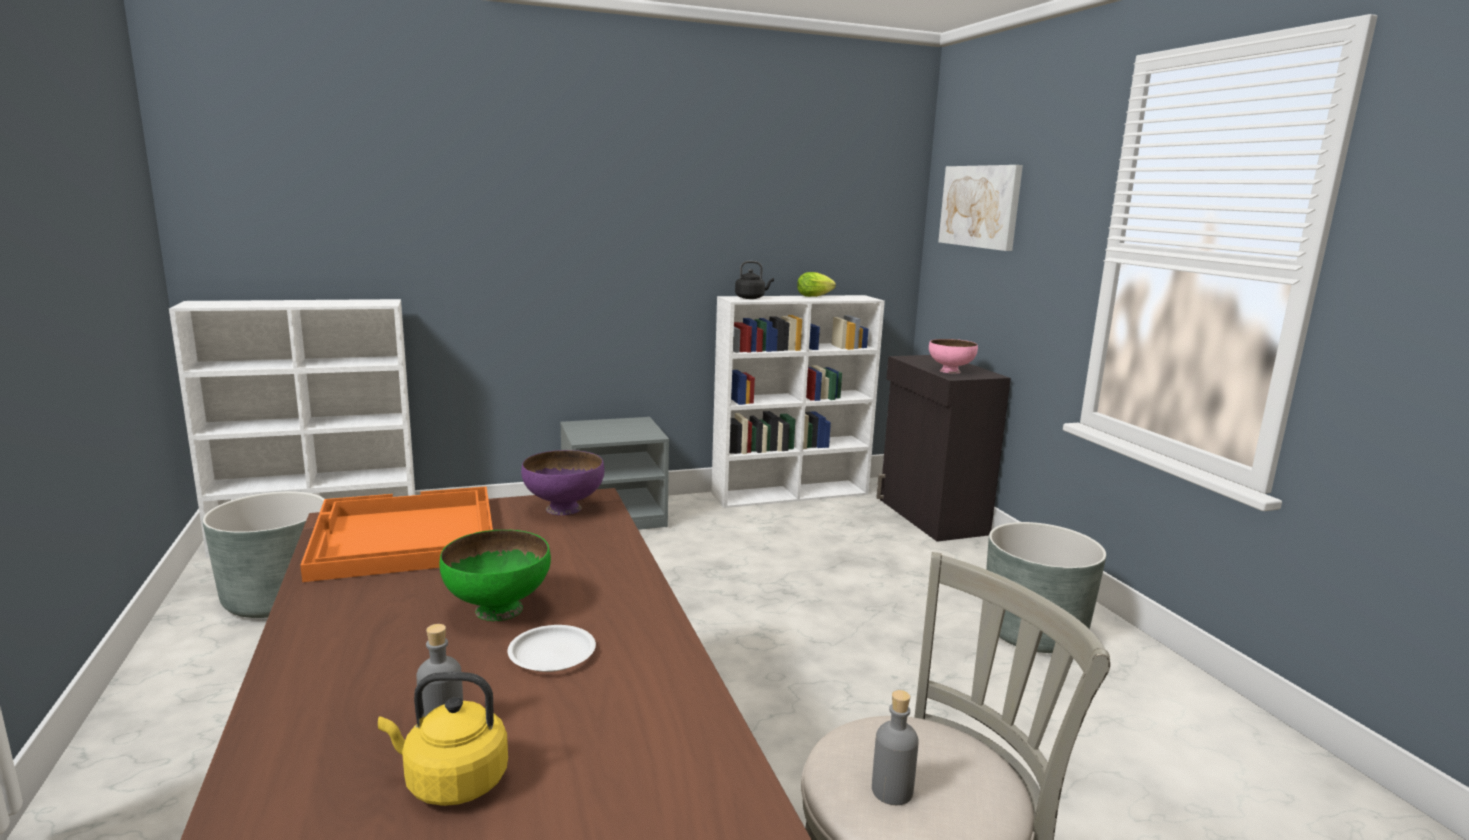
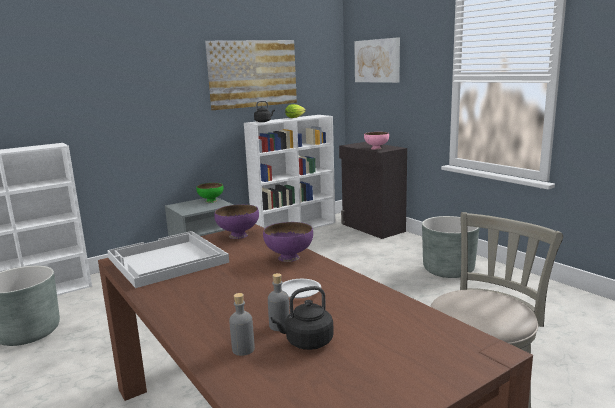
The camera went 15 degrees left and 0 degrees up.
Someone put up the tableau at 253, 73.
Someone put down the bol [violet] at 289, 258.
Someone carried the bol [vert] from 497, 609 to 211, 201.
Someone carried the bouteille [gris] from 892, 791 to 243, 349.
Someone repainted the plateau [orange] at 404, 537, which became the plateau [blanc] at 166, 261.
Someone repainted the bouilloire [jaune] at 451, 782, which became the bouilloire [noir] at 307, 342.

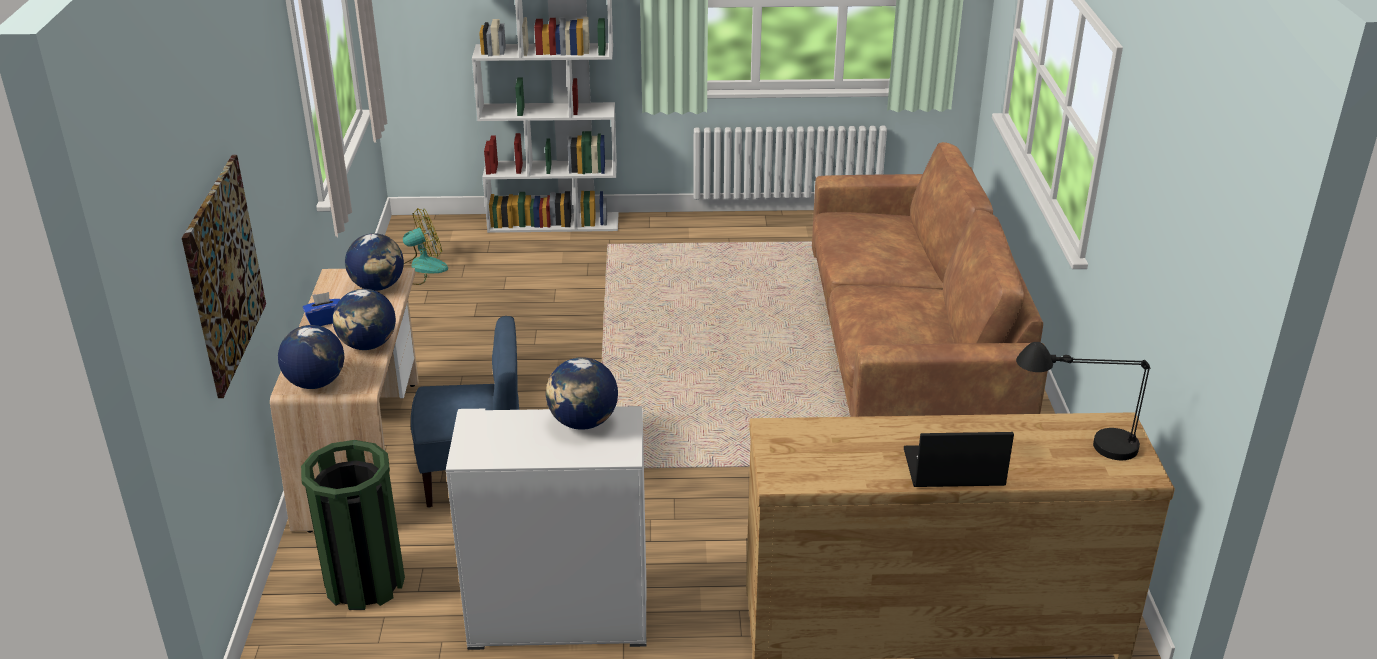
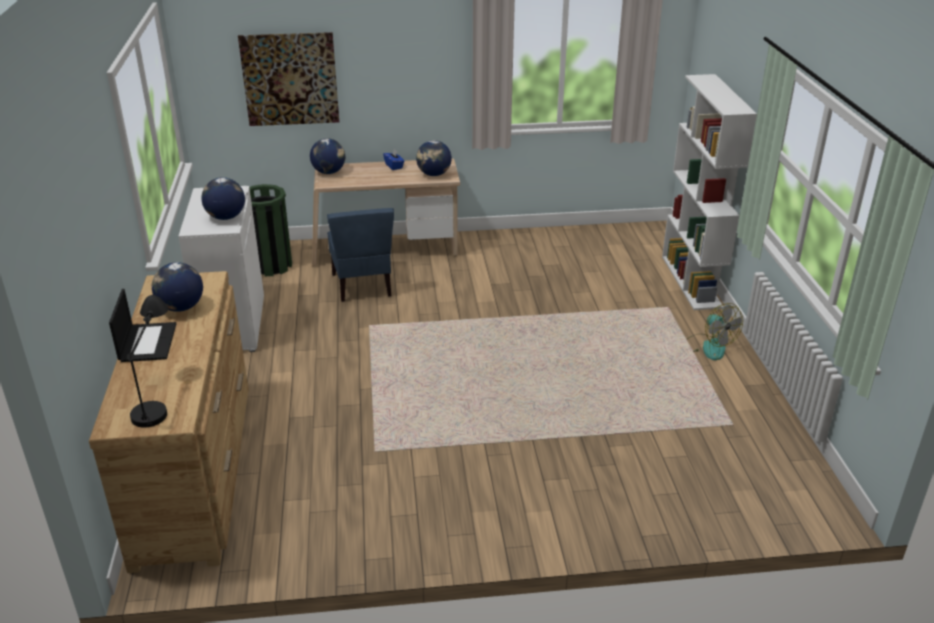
The camera went 85 degrees right and 0 degrees up.
Someone took away the canapé [marron] at 908, 338.
Someone carried the globe from 368, 345 to 181, 307.
Someone carried the ventilateur from 420, 269 to 708, 346.

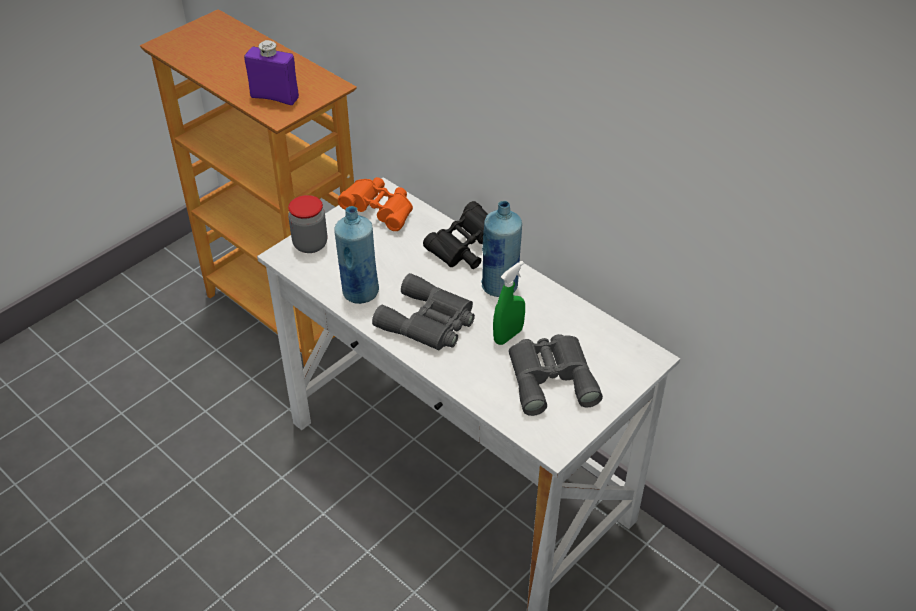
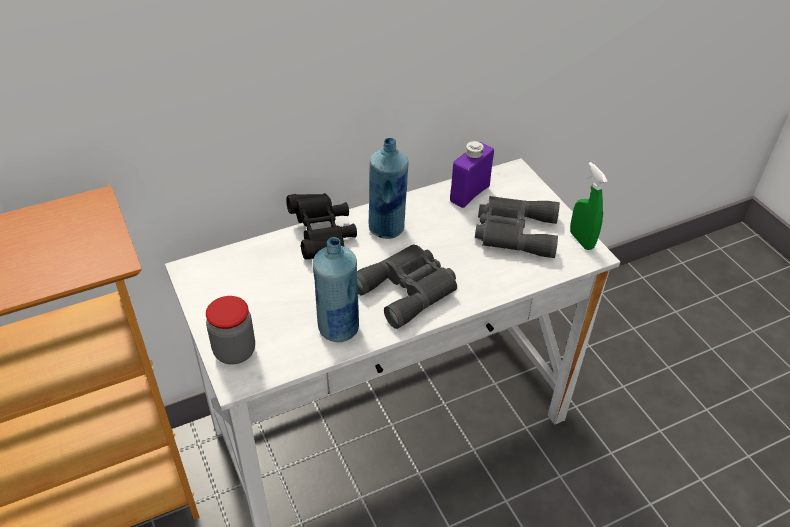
The camera went 70 degrees left and 0 degrees up.
Someone took away the jumelles [orange] at 380, 212.
Someone carried the bouteille [violet] from 274, 97 to 469, 193.
Someone carried the vaporisateur [vert] from 508, 335 to 581, 240.

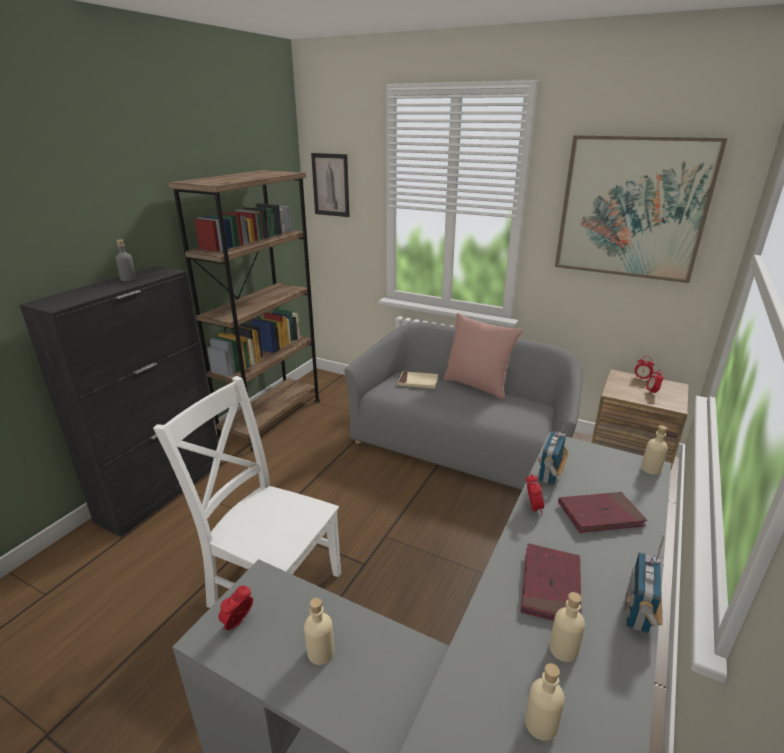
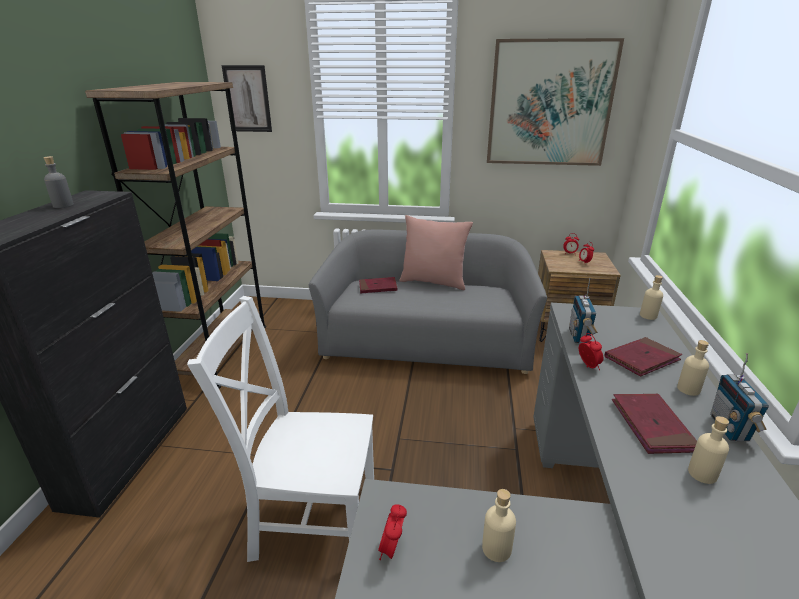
The camera went 20 degrees left and 0 degrees up.
Someone carried the bouteille [beige] from 541, 724 to 688, 389.
Someone repainted the livre [beige] at 418, 382, which became the livre [rouge] at 378, 287.

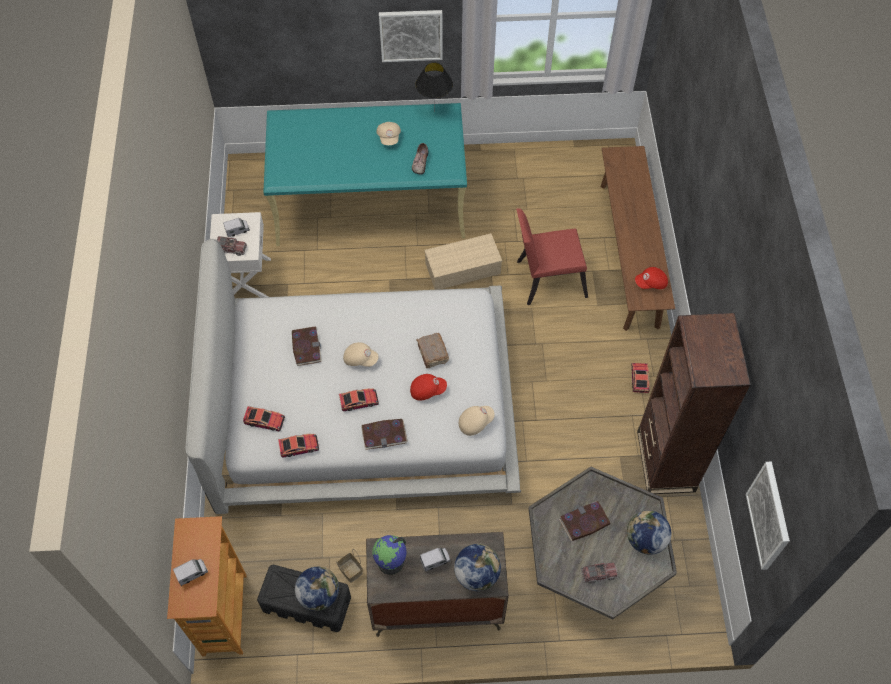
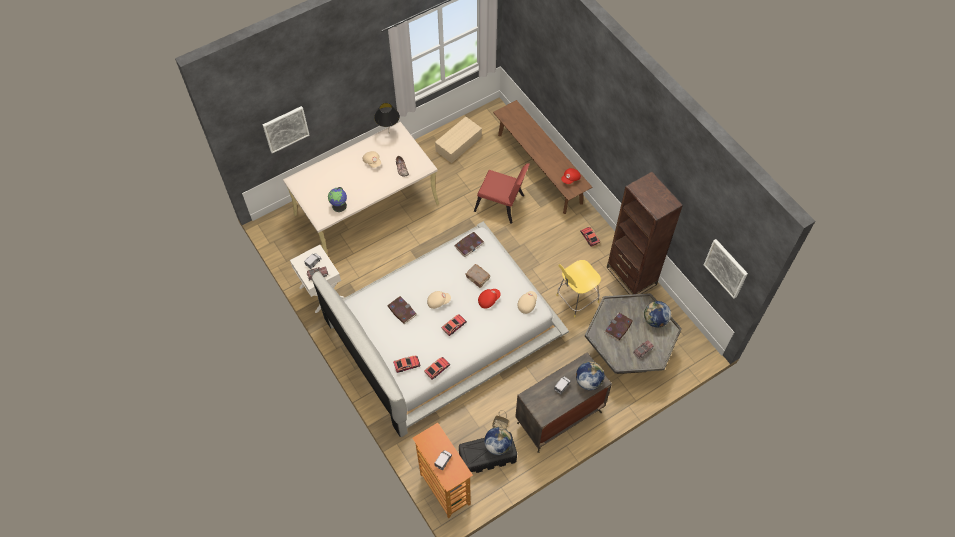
The camera went 30 degrees left and 0 degrees up.
Someone put down the tabouret [jaune] at 576, 299.
Someone carried the livre from 384, 434 to 469, 244.
Someone carried the globe from 391, 562 to 339, 206.
Someone carried the tableau from 411, 35 to 285, 129.
Someone carried the boîte de rangement [beige] from 462, 269 to 458, 145.
Someone repainted the bureau [turquoise] at 371, 202, which became the bureau [beige] at 367, 208.
Someone rotated the chaise [rouge] at 546, 278 by 120 degrees counterclockwise.

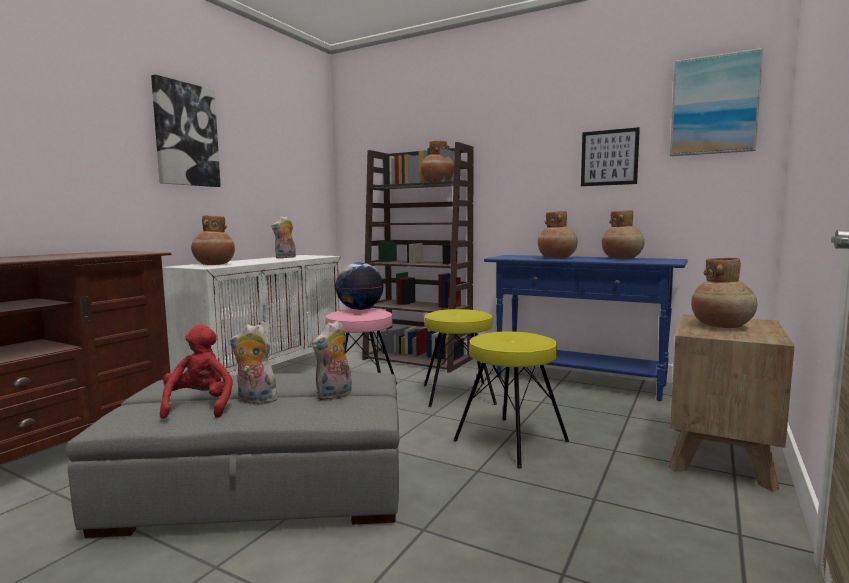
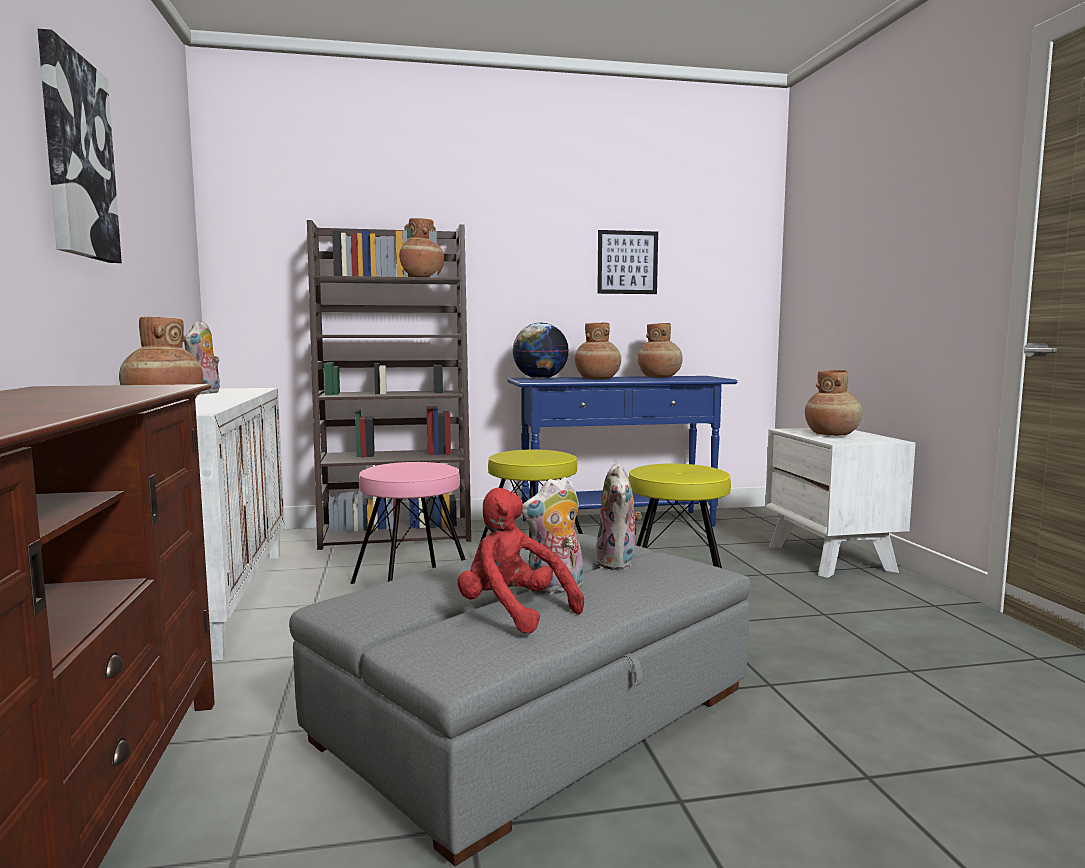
The camera went 40 degrees left and 0 degrees up.
Someone took away the tableau at 714, 105.
Someone carried the globe from 360, 309 to 540, 378.
Someone repainted the table de chevet [marron] at 721, 456, which became the table de chevet [blanc] at 831, 558.

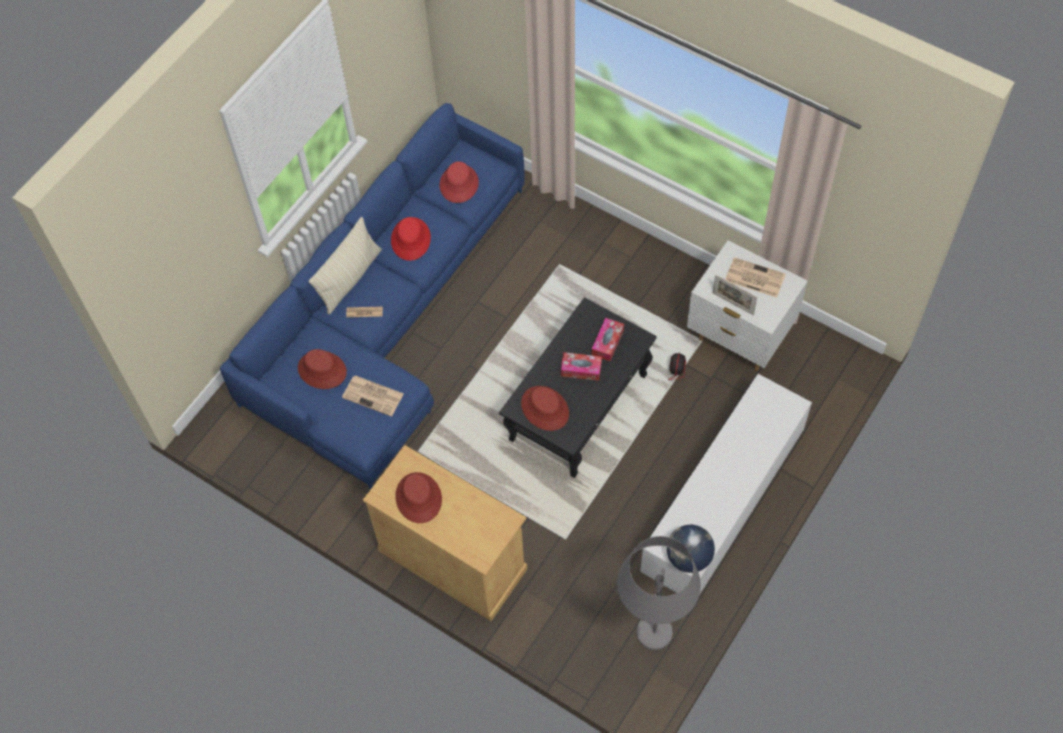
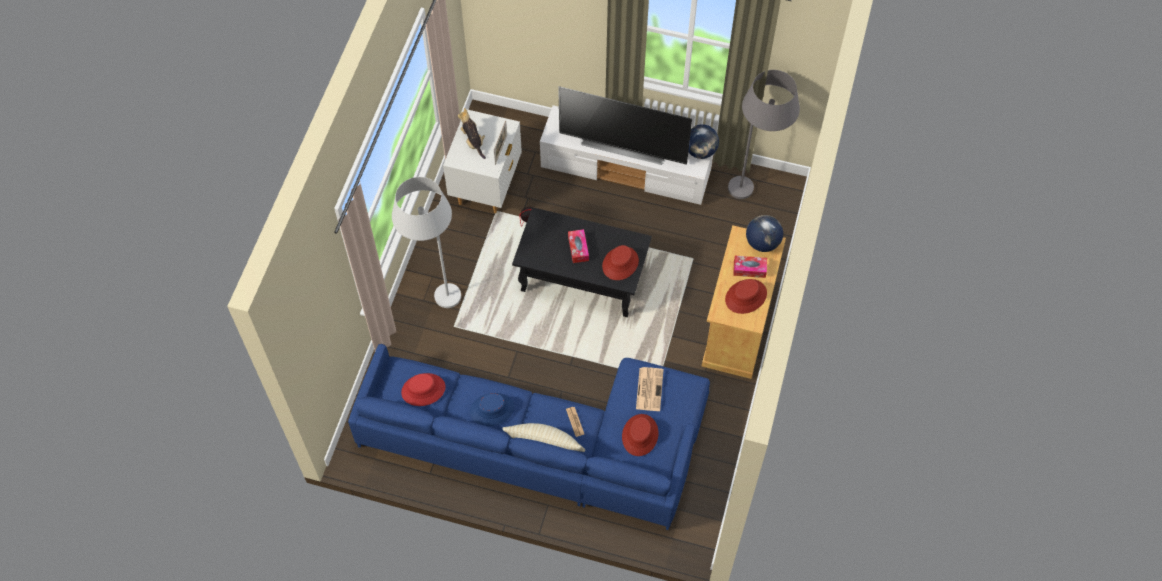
The camera went 110 degrees left and 0 degrees up.
Someone put down the lampadaire [blanc] at 435, 289.
Someone put down the téléviseur at 624, 145.
Someone put down the globe at 762, 242.
Someone carried the boîte à mouchoirs from 607, 342 to 749, 269.
Someone swapped the journal at 754, 278 for the peluche at 473, 141.
Someone repainted the chapeau [rouge] at 411, 239, which became the chapeau [bleu] at 492, 409.

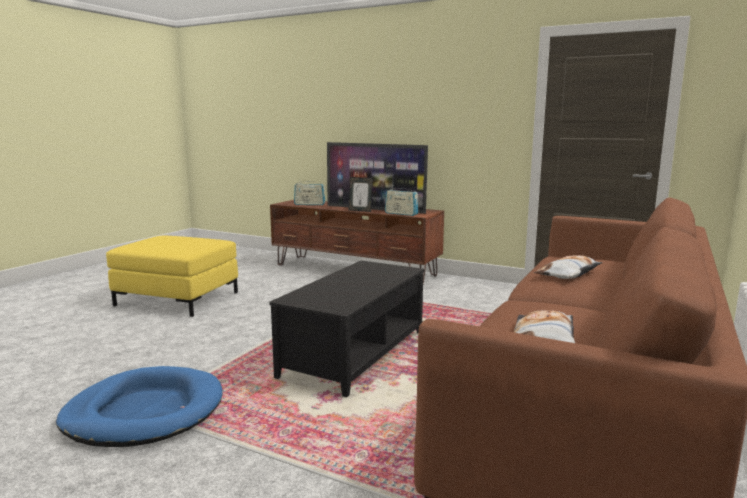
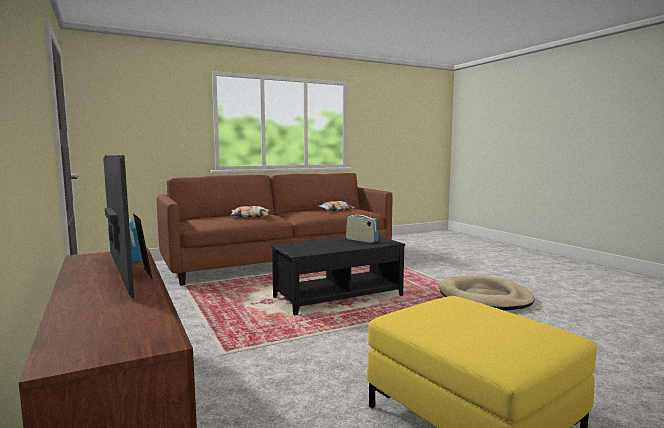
The camera went 145 degrees left and 5 degrees down.
Someone carried the radio from 309, 204 to 361, 240.
Someone repainted the panier pour chien [bleu] at 144, 412, which became the panier pour chien [beige] at 484, 297.

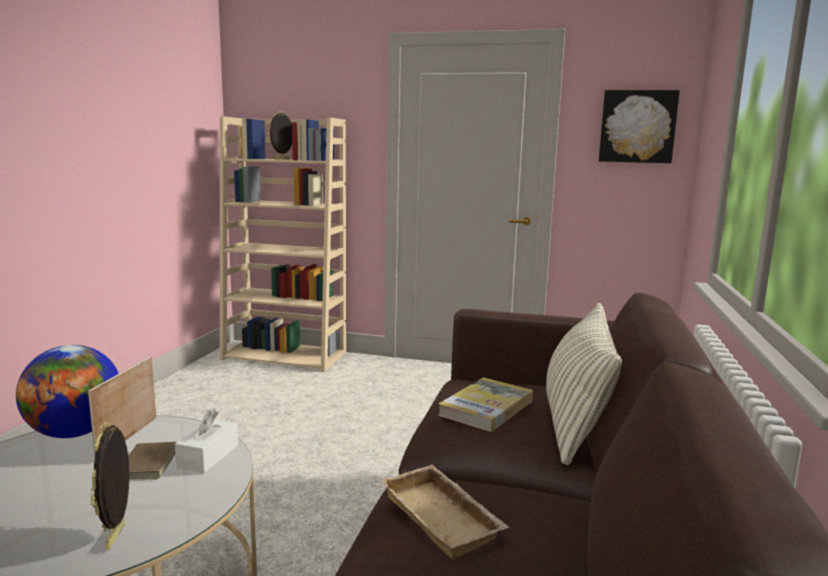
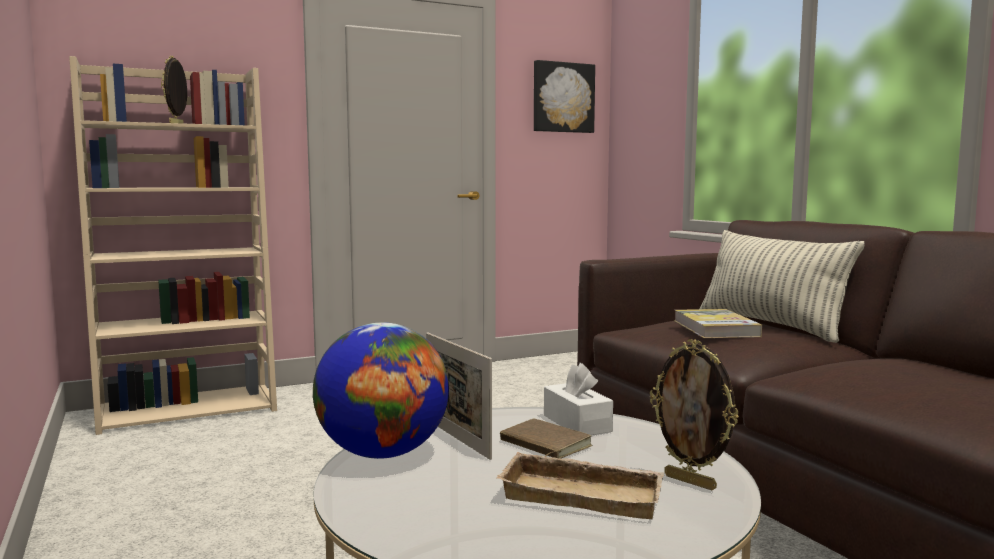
The camera went 40 degrees left and 5 degrees down.
Someone carried the plateau [beige] from 444, 517 to 584, 494.

